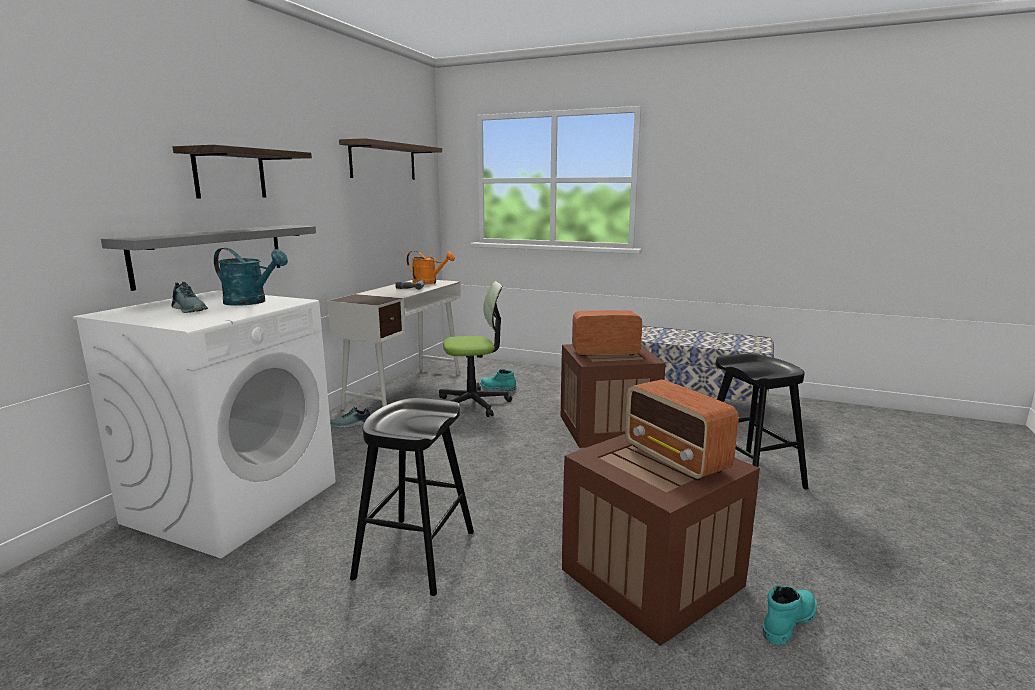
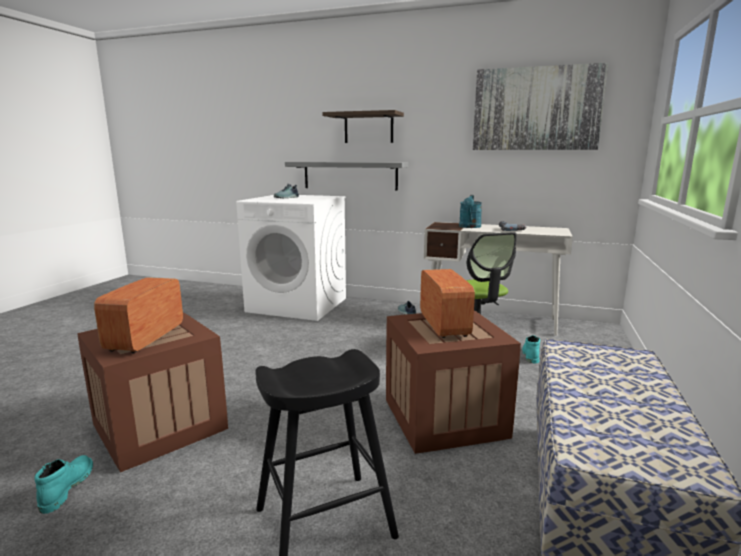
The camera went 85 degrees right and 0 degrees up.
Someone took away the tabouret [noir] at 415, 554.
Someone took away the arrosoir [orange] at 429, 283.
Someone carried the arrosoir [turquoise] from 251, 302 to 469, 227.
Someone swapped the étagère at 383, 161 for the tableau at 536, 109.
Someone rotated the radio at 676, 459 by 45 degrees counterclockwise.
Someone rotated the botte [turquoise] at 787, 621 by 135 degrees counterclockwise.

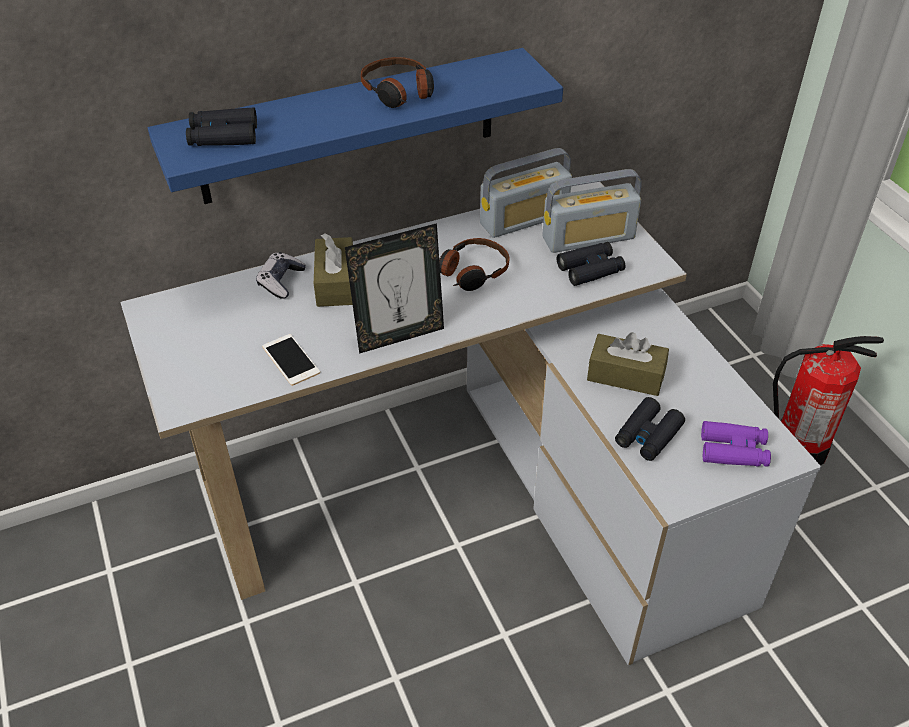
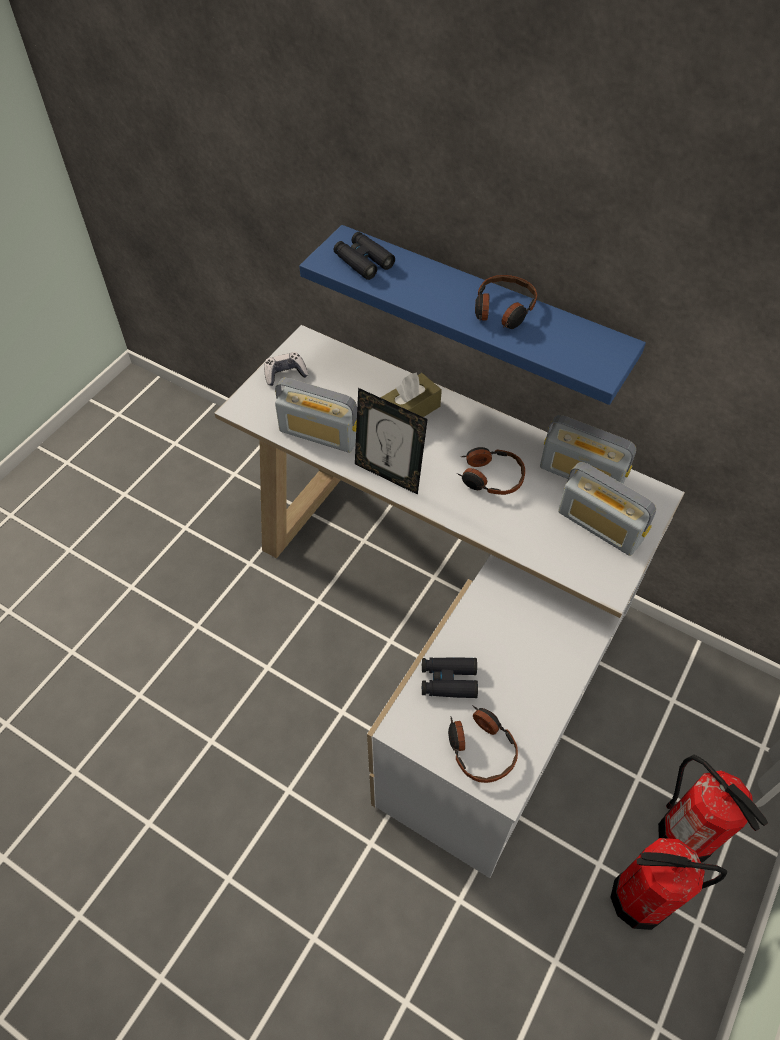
The camera went 55 degrees right and 10 degrees up.
Someone took away the jumelles [noir] at 590, 269.
Someone took away the boîte à mouchoirs [marron] at 625, 375.
Someone put down the extincteur at 640, 900.
Someone carried the manette from 281, 281 to 285, 374.
Someone swapped the téléphone at 291, 360 for the radio at 319, 434.
Someone swapped the jumelles [violet] at 733, 450 for the casque audio at 480, 747.

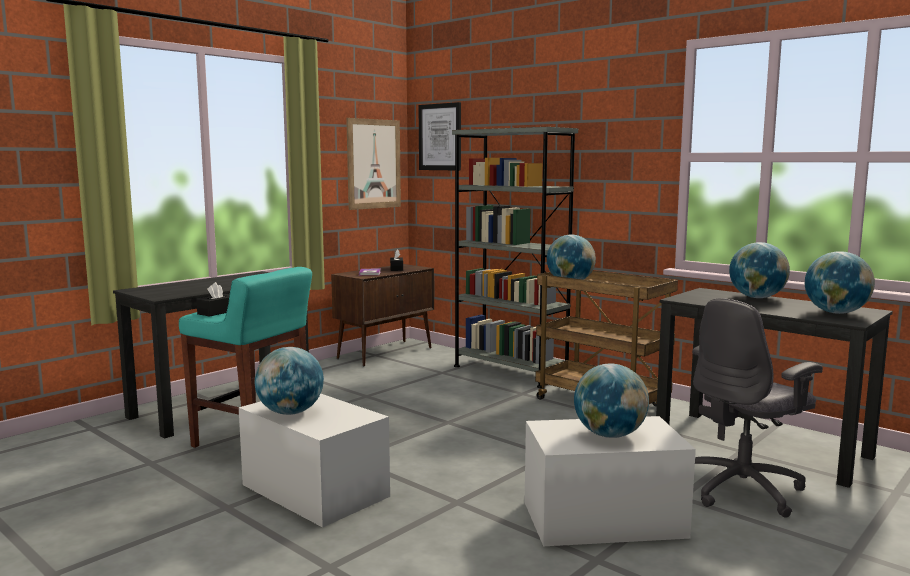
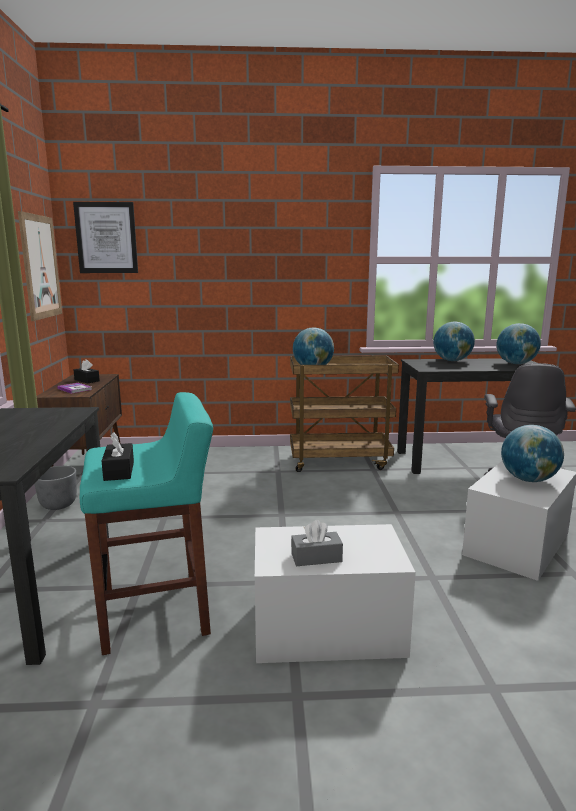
The camera went 45 degrees left and 5 degrees up.
Someone took away the bibliothèque [gris] at 510, 371.
Someone put down the cache-pot [gris] at 58, 505.
Someone swapped the globe at 290, 412 for the boîte à mouchoirs [gris] at 316, 557.

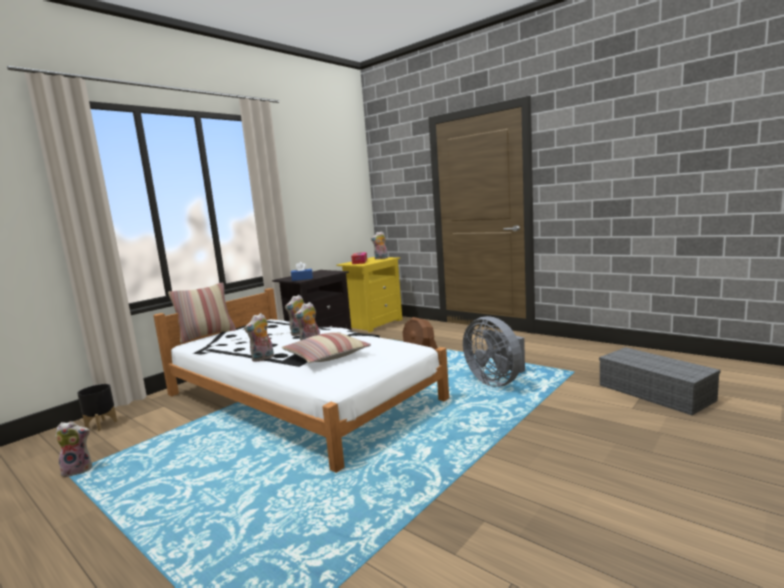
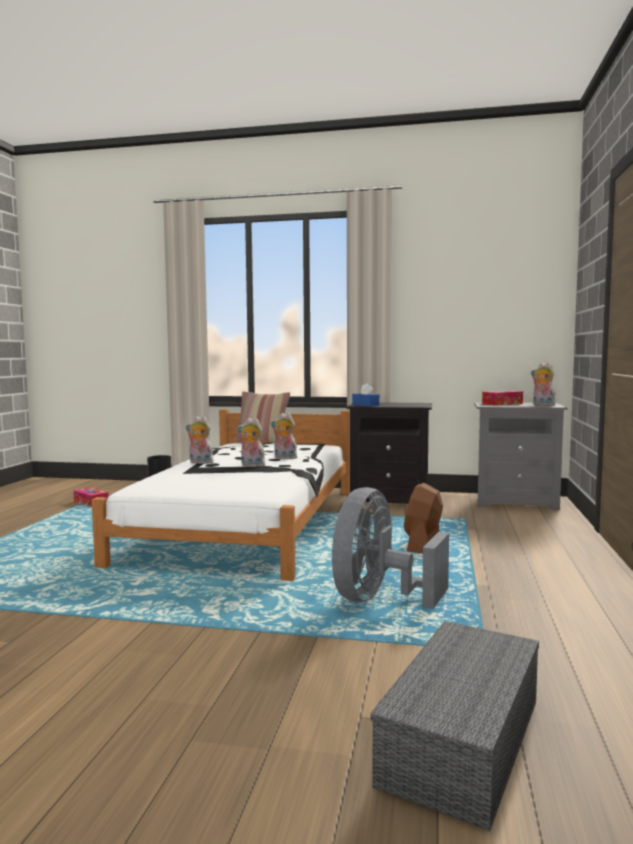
The camera went 60 degrees right and 5 degrees down.
Someone took away the coussin at 326, 356.
Someone swapped the peluche at 79, 470 for the boîte à mouchoirs at 91, 503.
Someone repainted the table de chevet [jaune] at 374, 323, which became the table de chevet [gris] at 515, 502.

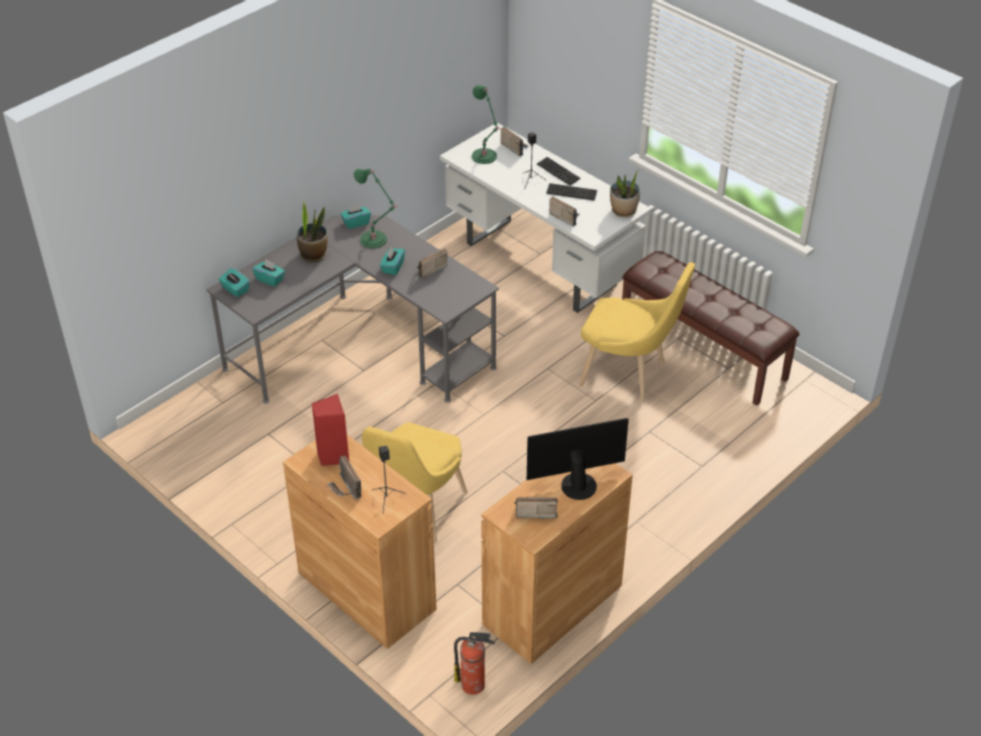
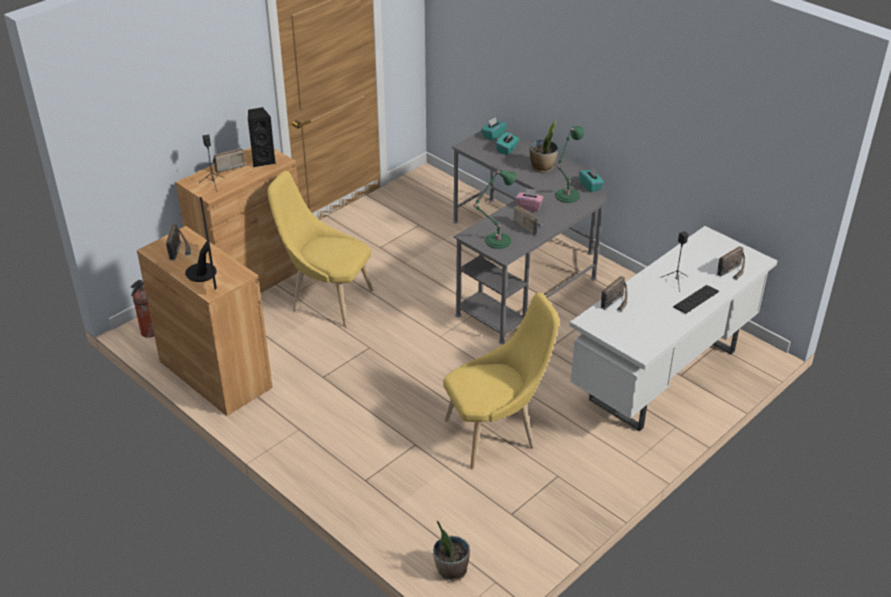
The camera went 90 degrees right and 5 degrees down.
Someone took away the clavier at 571, 193.
Someone took away the banc [marron] at 703, 349.
Someone carried the lampe de table [vert] from 485, 157 to 496, 241.
Someone carried the plante en pot from 623, 211 to 451, 570.
Someone repainted the enceinte [rouge] at 333, 456, which became the enceinte [noir] at 263, 160.
Someone repainted the boîte à mouchoirs [turquoise] at 392, 267, which became the boîte à mouchoirs [rose] at 529, 207.
Someone rotated the chaise [jaune] at 629, 375 by 135 degrees counterclockwise.

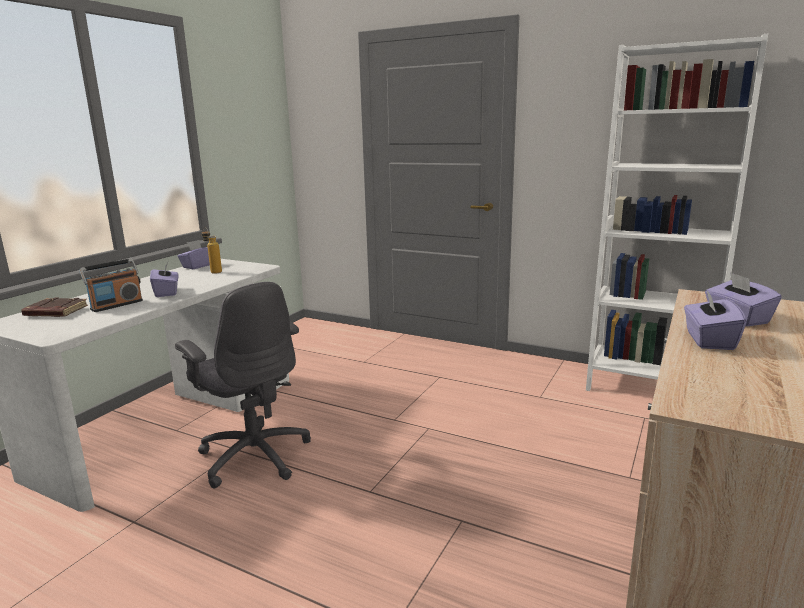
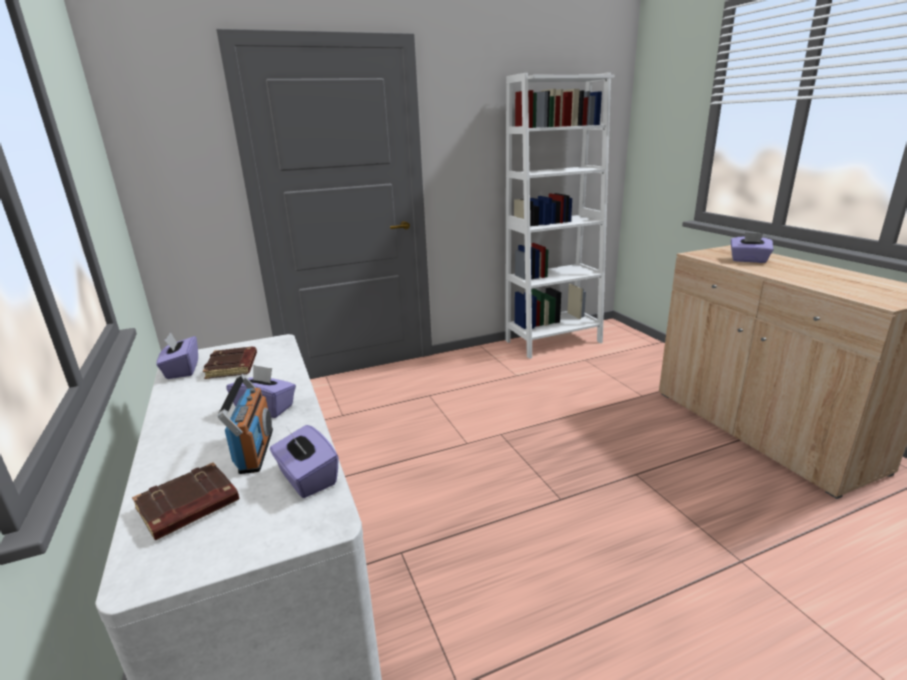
The camera went 50 degrees left and 5 degrees up.
Someone took away the chaise de bureau [gris] at 254, 455.
Someone carried the boîte à mouchoirs [violet] from 708, 340 to 307, 478.
Someone swapped the bouteille at 213, 271 for the livre [marron] at 233, 367.

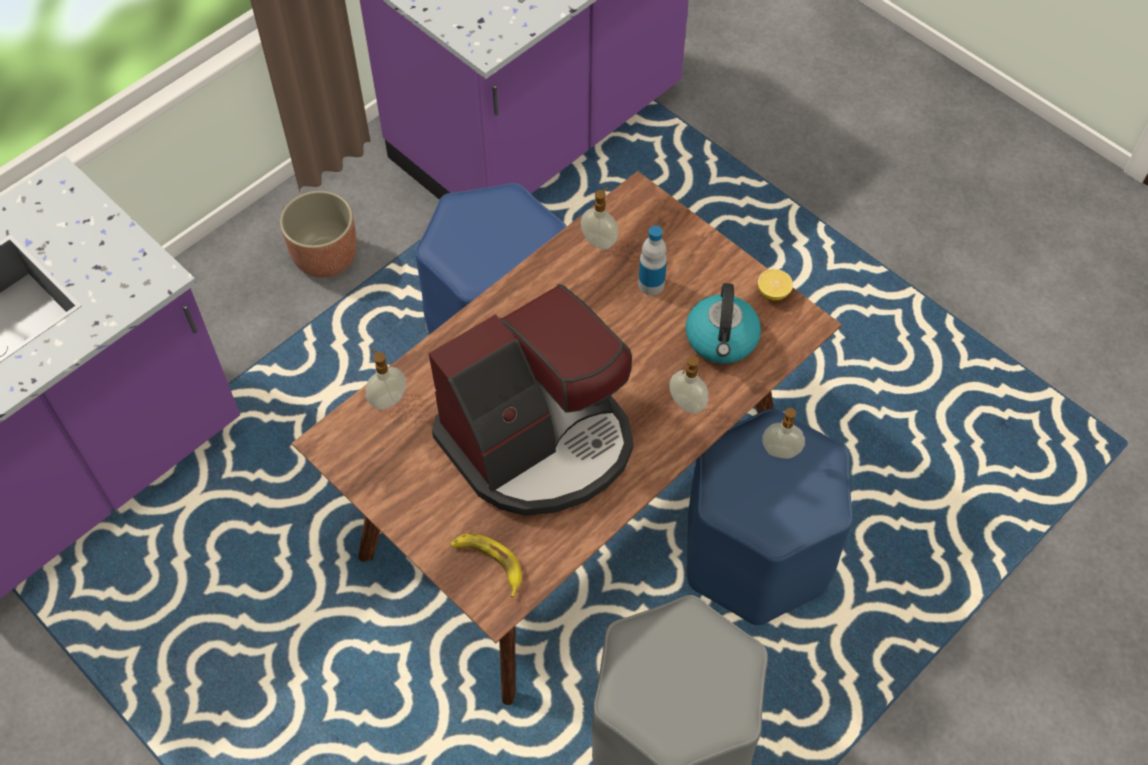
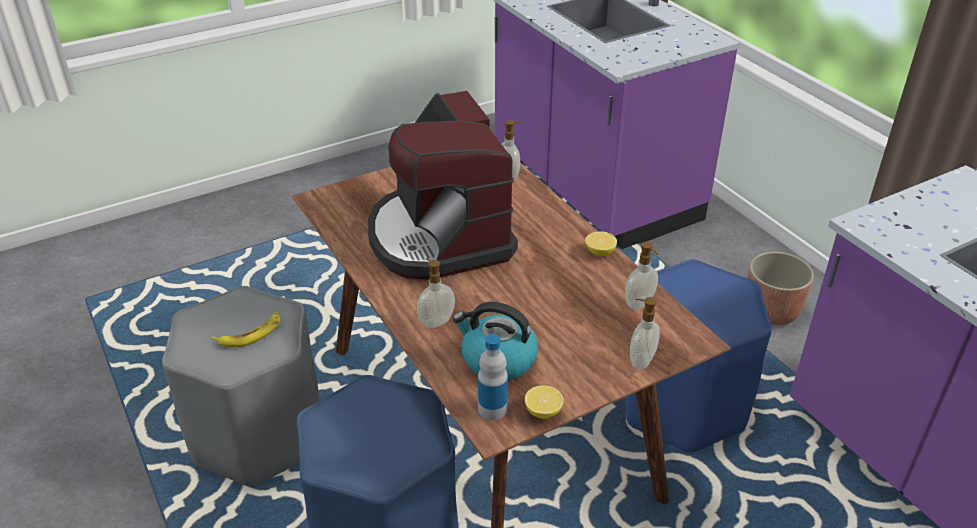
The camera went 105 degrees right and 20 degrees down.
Someone put down the citron at 600, 252.
Someone carried the banane from 488, 563 to 251, 334.
Someone carried the bouteille from 651, 284 to 492, 409.
Someone carried the distributeur de savon from 780, 453 to 640, 360.

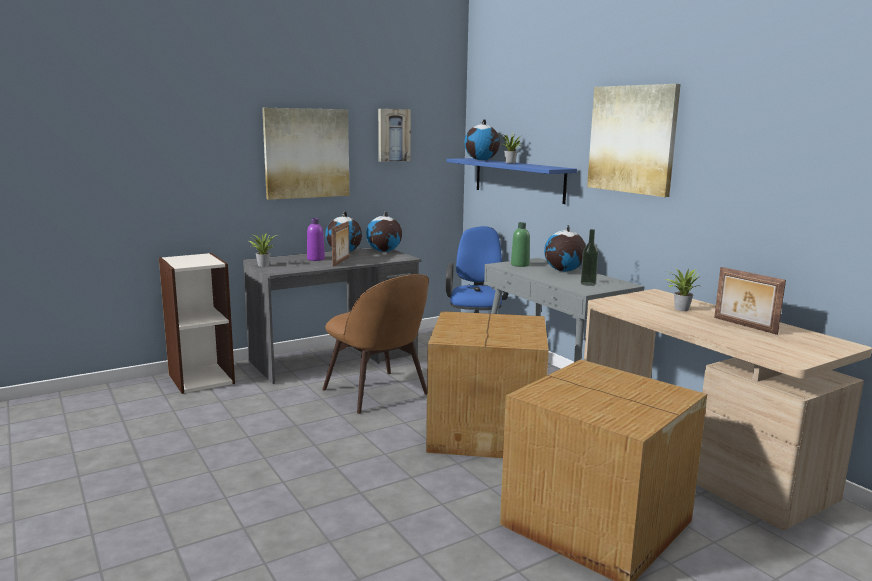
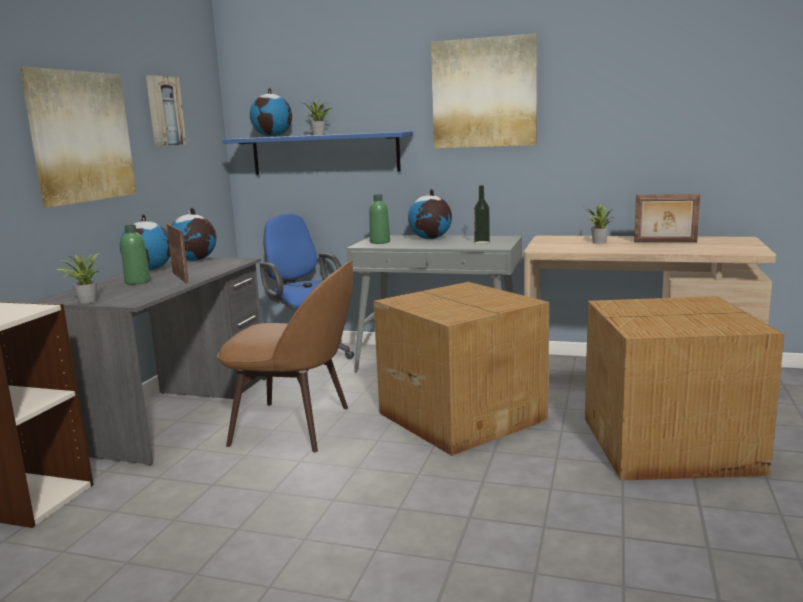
The camera went 40 degrees left and 0 degrees up.
Someone repainted the bouteille [violet] at 315, 259, which became the bouteille [vert] at 137, 282.

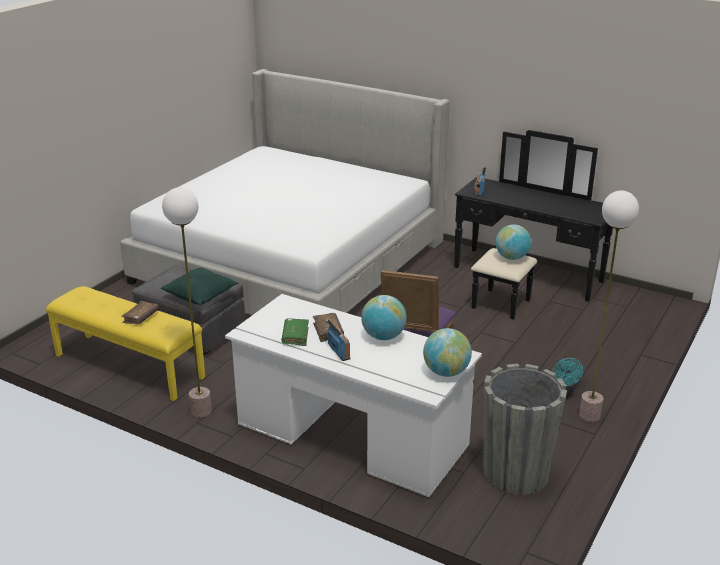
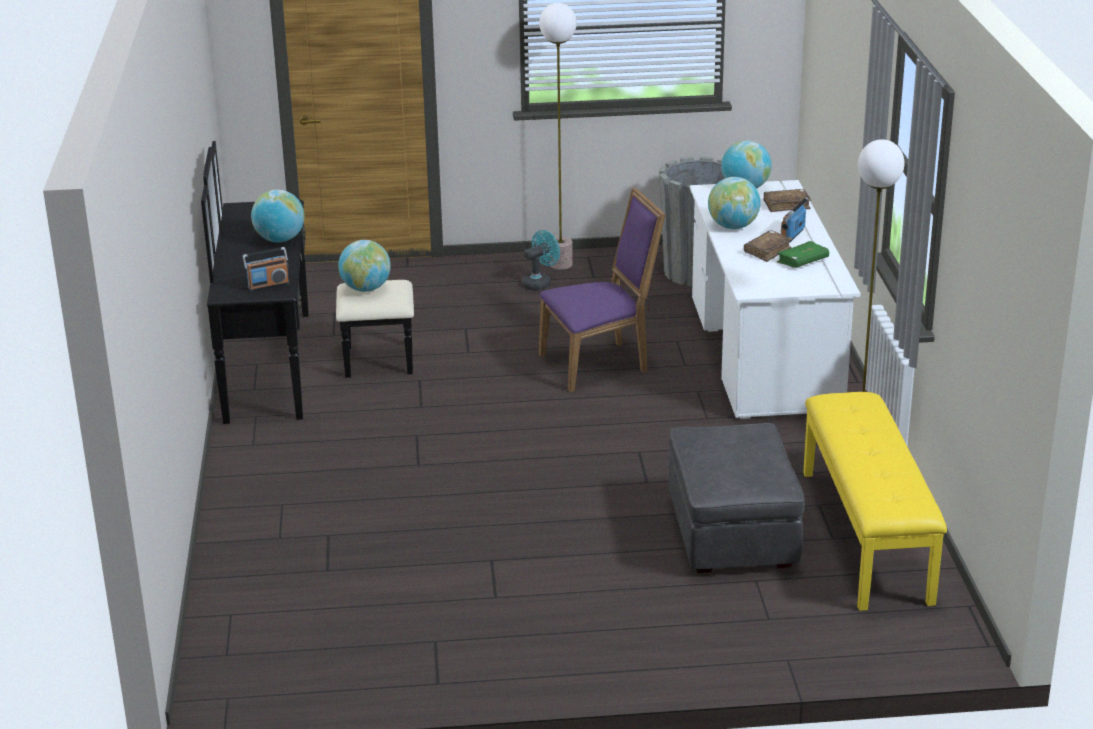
The camera went 125 degrees left and 0 degrees up.
Someone took away the lit at 291, 262.
Someone took away the coussin [vert] at 201, 294.
Someone put down the globe at 280, 240.
Someone carried the livre [marron] from 141, 317 to 786, 205.

